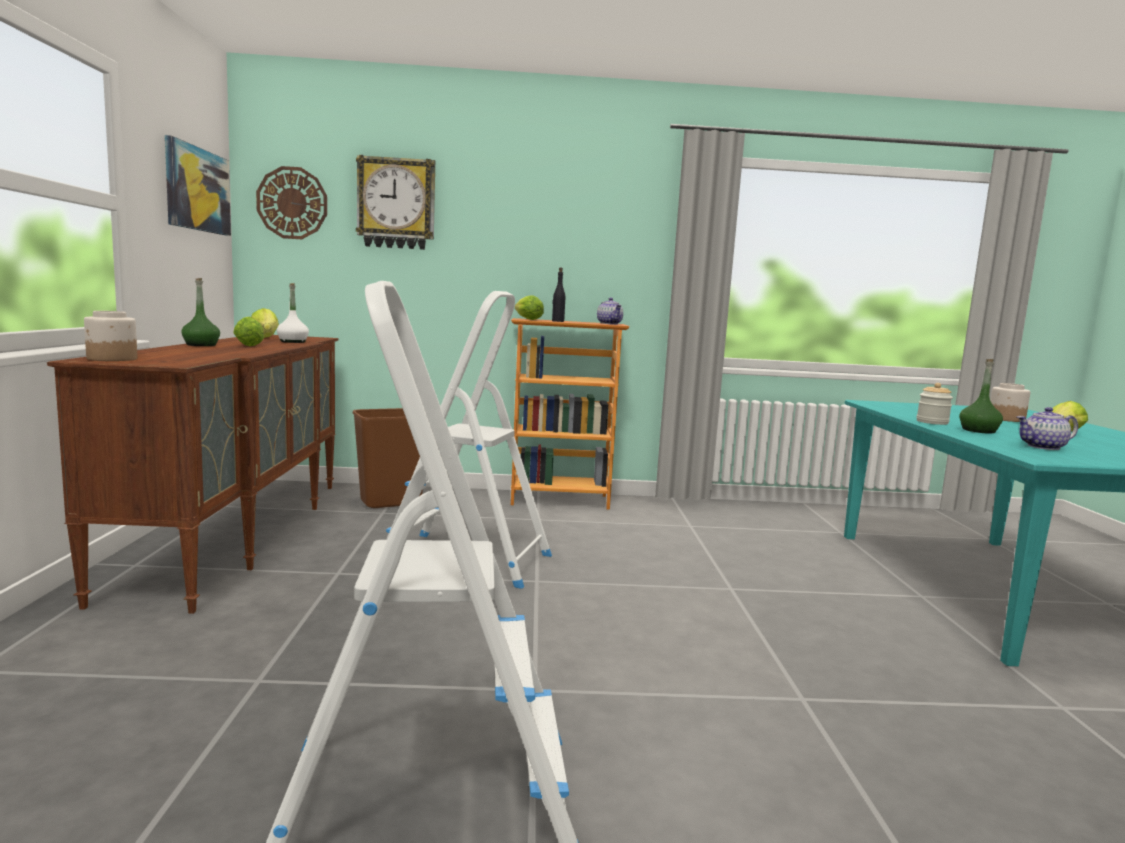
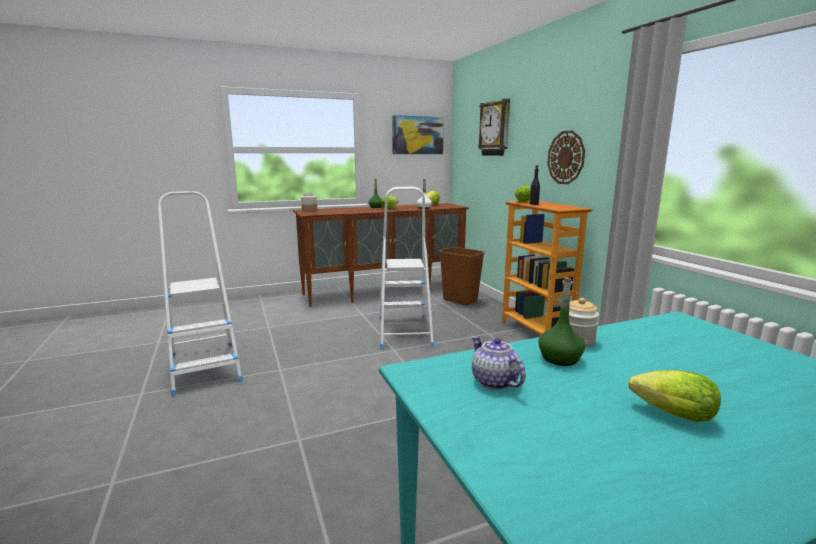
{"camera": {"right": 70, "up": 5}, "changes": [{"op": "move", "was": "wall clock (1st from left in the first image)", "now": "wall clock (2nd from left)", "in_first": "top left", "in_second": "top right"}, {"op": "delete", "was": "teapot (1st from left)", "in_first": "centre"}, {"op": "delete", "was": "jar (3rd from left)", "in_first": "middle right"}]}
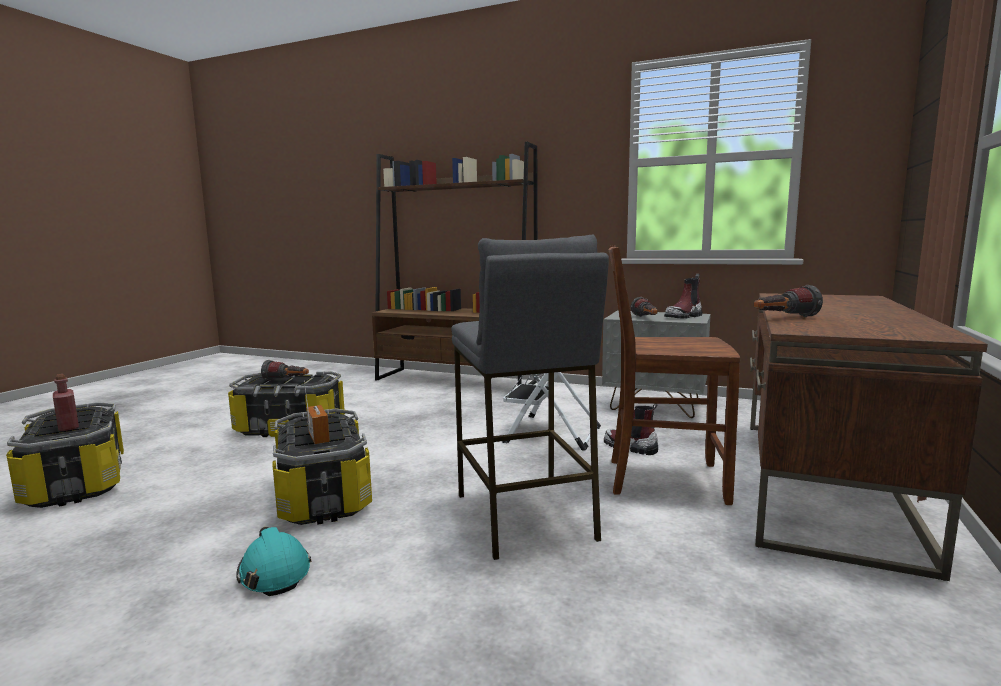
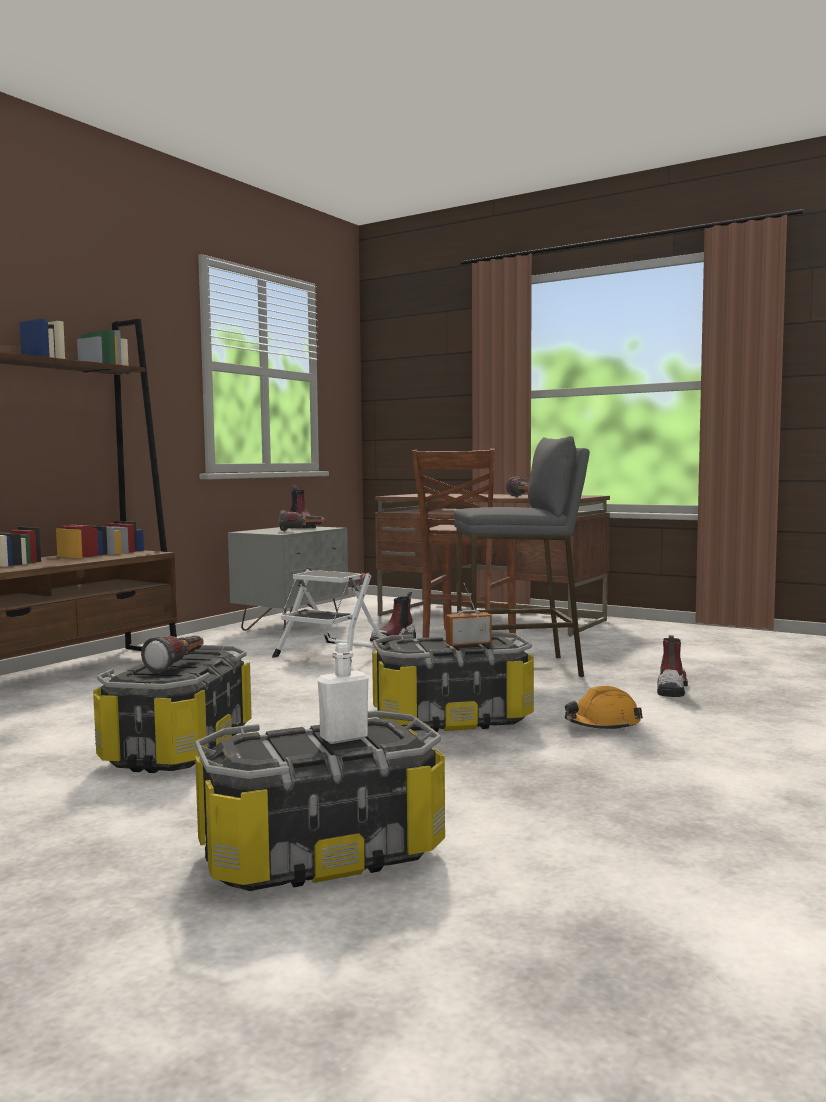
{"camera": {"right": -80, "up": -5}, "changes": [{"op": "recolor", "was": "red bottle", "now": "white bottle", "in_first": "middle left", "in_second": "centre"}, {"op": "recolor", "was": "turquoise hard hat", "now": "orange hard hat", "in_first": "bottom left", "in_second": "middle right"}, {"op": "insert", "now": "boot (3rd from left)", "in_second": "middle right"}]}
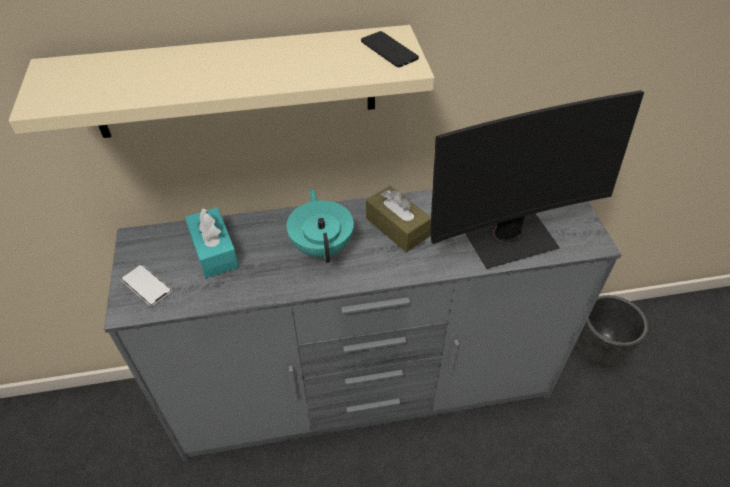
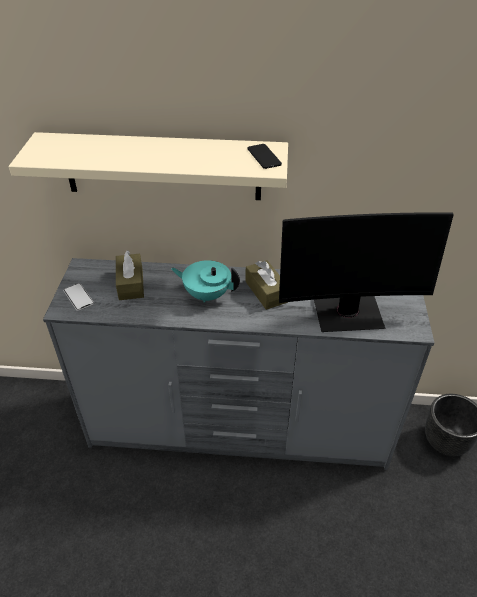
{"camera": {"right": 15, "up": -5}, "changes": [{"op": "rotate", "was": "turquoise teapot", "in_first": "centre", "in_second": "centre", "clockwise": -75}, {"op": "recolor", "was": "turquoise tissue box", "now": "brown tissue box (1st from left)", "in_first": "middle left", "in_second": "middle left"}]}
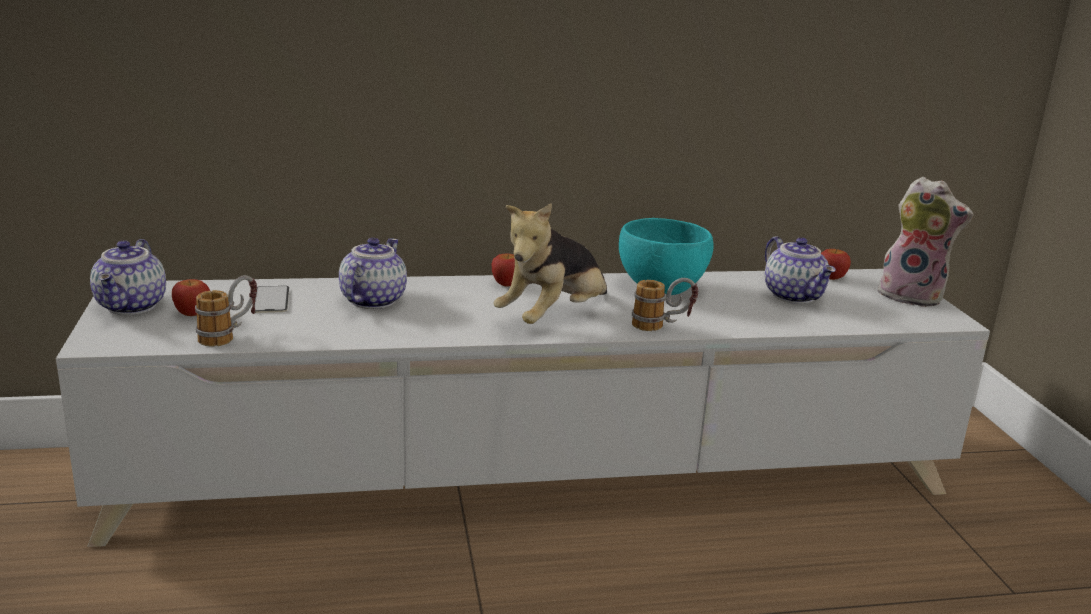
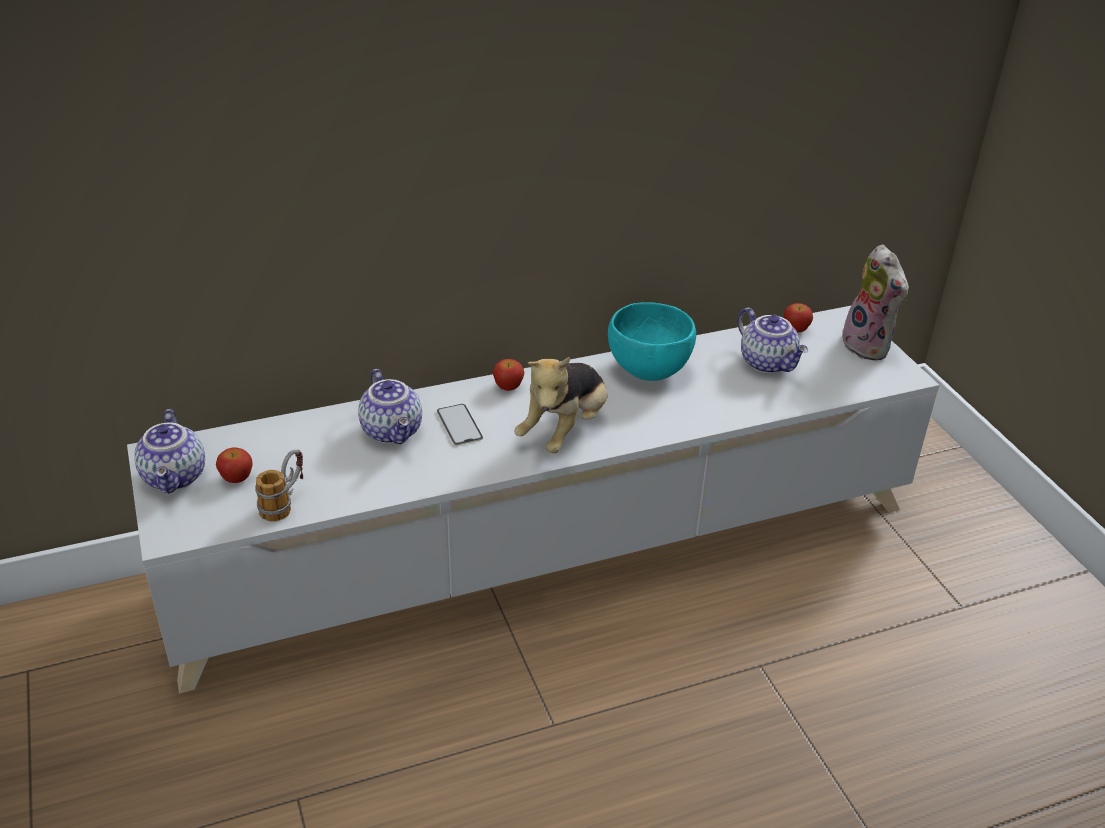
{"camera": {"right": -10, "up": 15}, "changes": [{"op": "rotate", "was": "plush toy (2nd from left)", "in_first": "middle right", "in_second": "middle right", "clockwise": 45}, {"op": "rotate", "was": "teapot (2nd from left)", "in_first": "centre", "in_second": "centre", "clockwise": 150}, {"op": "delete", "was": "mug (2nd from left)", "in_first": "centre"}, {"op": "move", "was": "phone", "in_first": "middle left", "in_second": "centre"}]}
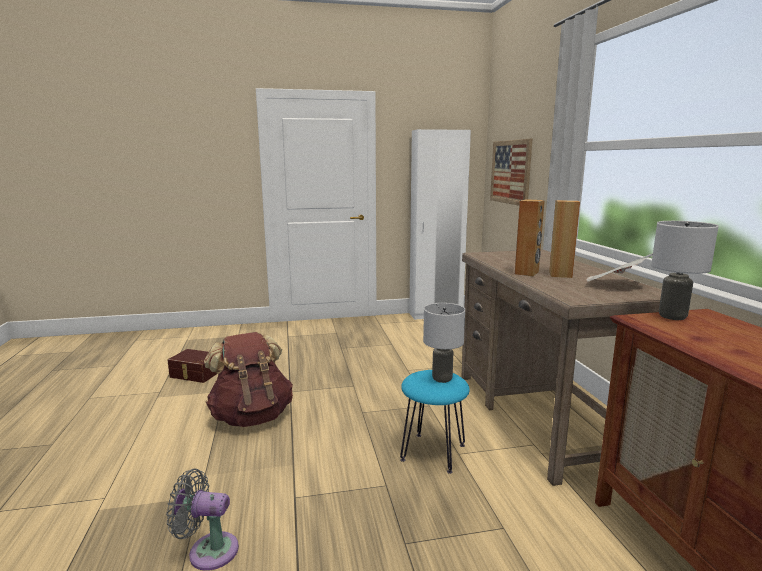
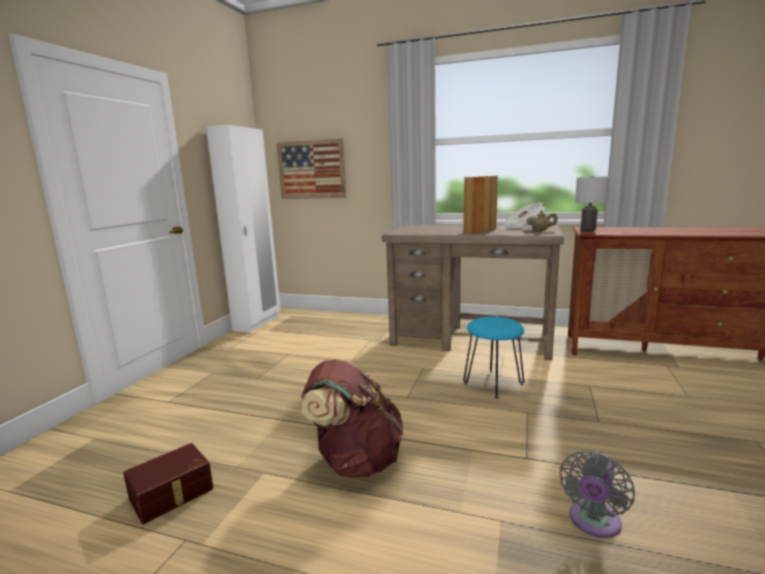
{"camera": {"right": -60, "up": 0}, "changes": [{"op": "delete", "was": "white table lamp (1st from left)", "in_first": "centre"}, {"op": "insert", "now": "beige teapot", "in_second": "middle right"}]}
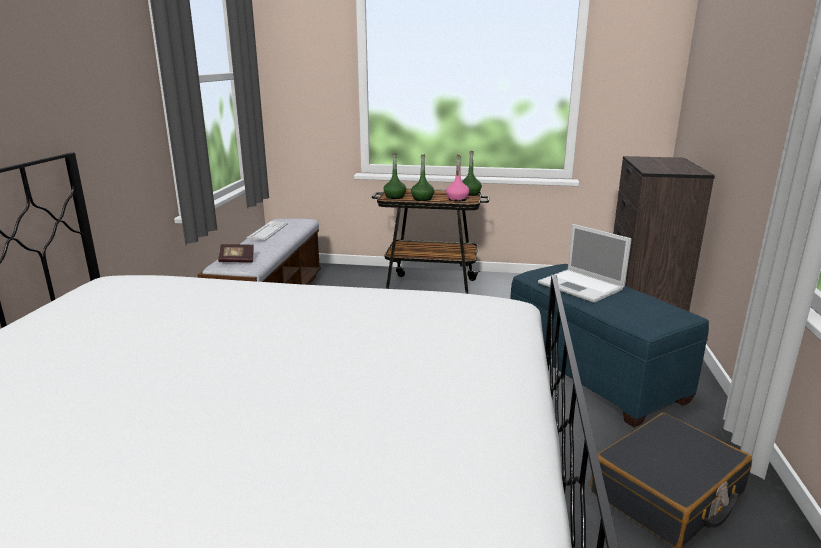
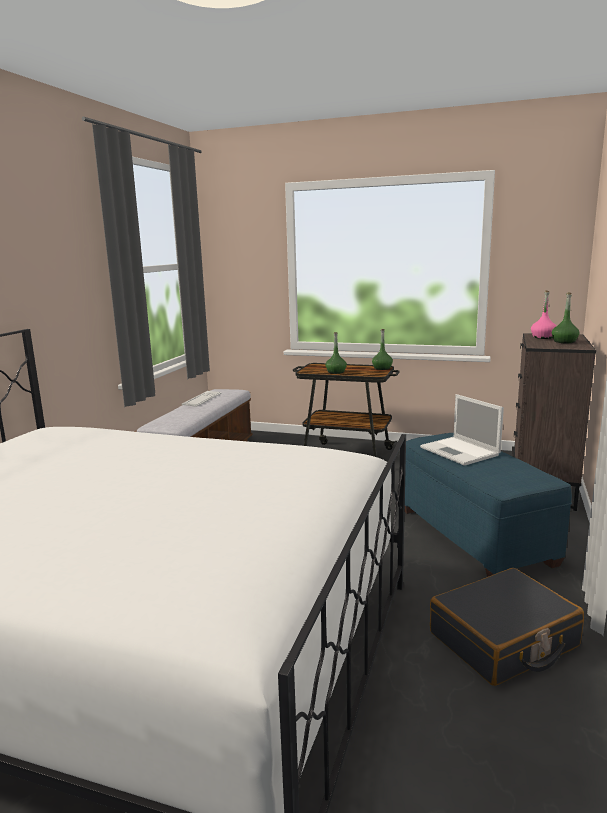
{"camera": {"right": 10, "up": -5}, "changes": [{"op": "move", "was": "green bottle (1st from left in the first image)", "now": "green bottle (3rd from left)", "in_first": "top centre", "in_second": "middle right"}, {"op": "move", "was": "pink bottle", "in_first": "top centre", "in_second": "middle right"}, {"op": "delete", "was": "book", "in_first": "middle left"}]}
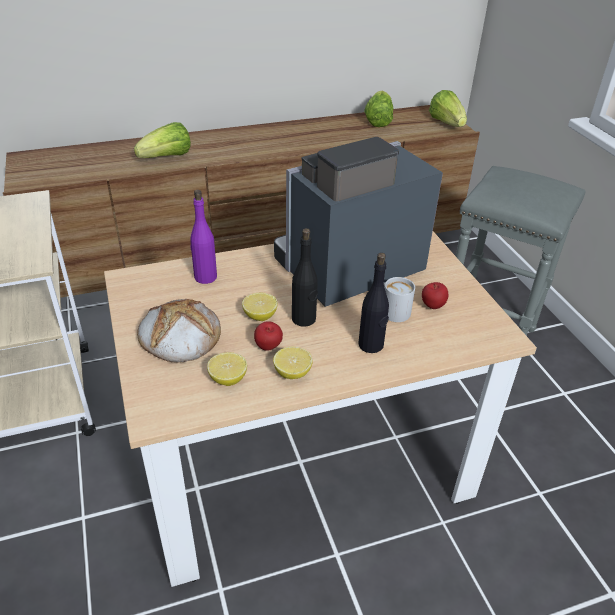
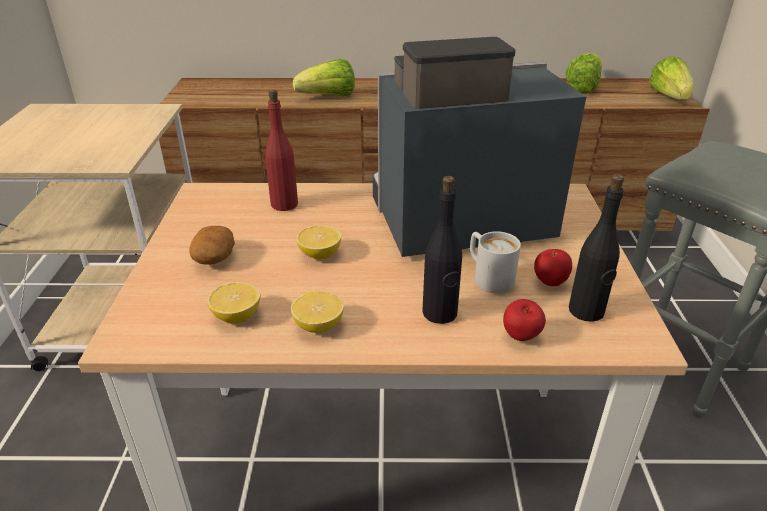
{"camera": {"right": 20, "up": -5}, "changes": [{"op": "recolor", "was": "purple bottle", "now": "red bottle", "in_first": "middle left", "in_second": "top centre"}, {"op": "move", "was": "black bottle (1st from left in the first image)", "now": "black bottle (2nd from left)", "in_first": "centre", "in_second": "middle right"}, {"op": "replace", "was": "bread", "now": "potato", "in_first": "middle left", "in_second": "middle left"}, {"op": "move", "was": "apple (1st from left)", "in_first": "centre", "in_second": "middle right"}]}
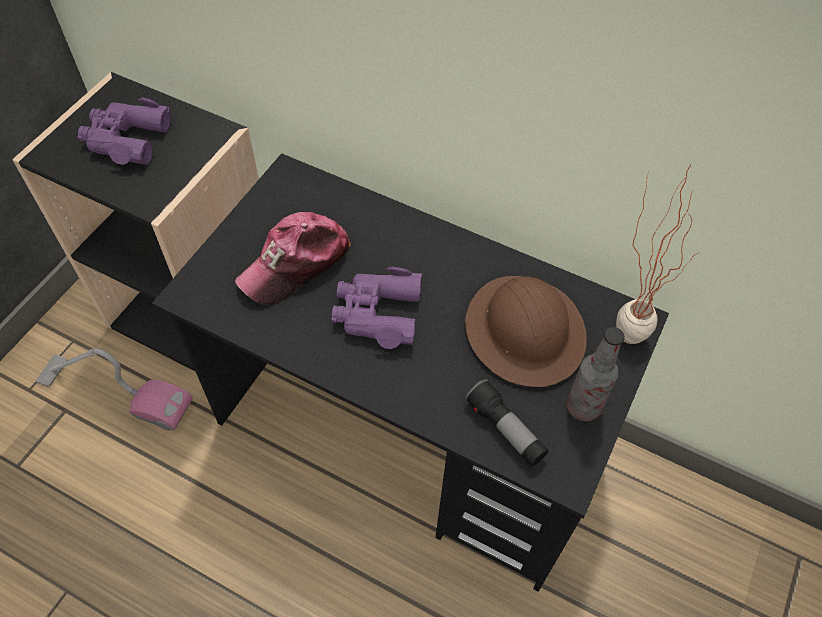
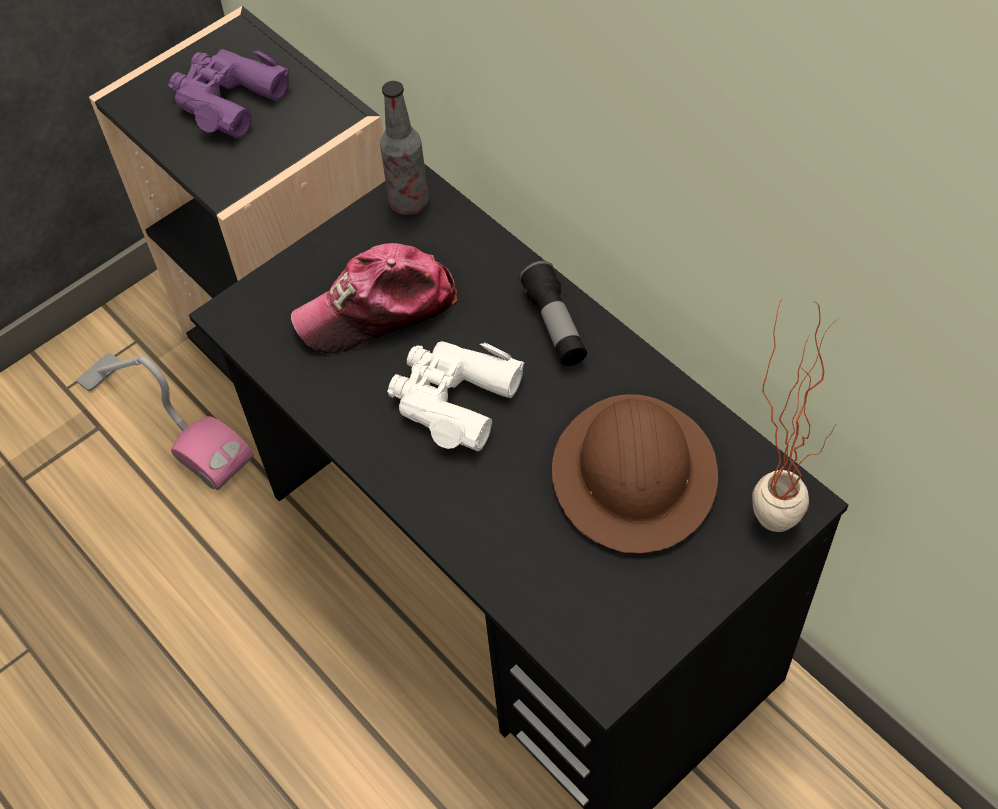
{"camera": {"right": 25, "up": 0}, "changes": [{"op": "recolor", "was": "purple binoculars (2nd from left)", "now": "white binoculars", "in_first": "centre", "in_second": "centre"}, {"op": "move", "was": "bottle", "in_first": "middle right", "in_second": "top centre"}, {"op": "move", "was": "flashlight", "in_first": "bottom centre", "in_second": "centre"}]}
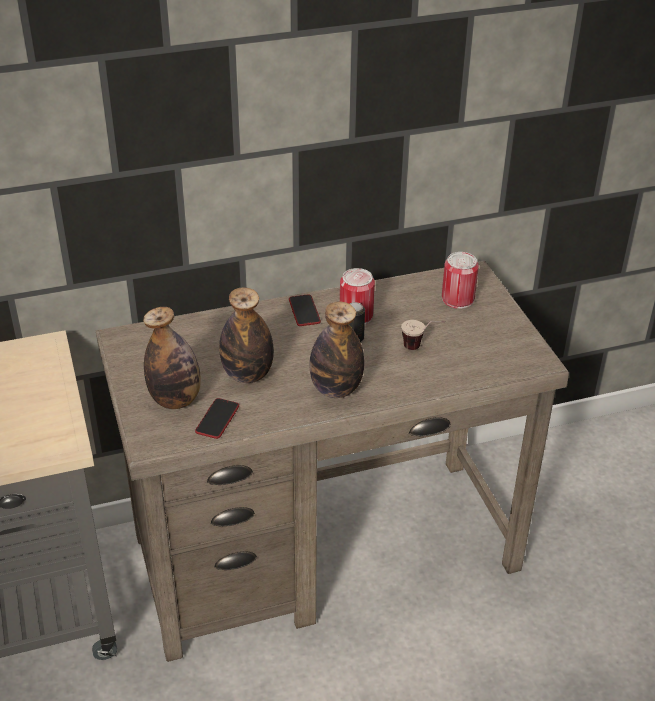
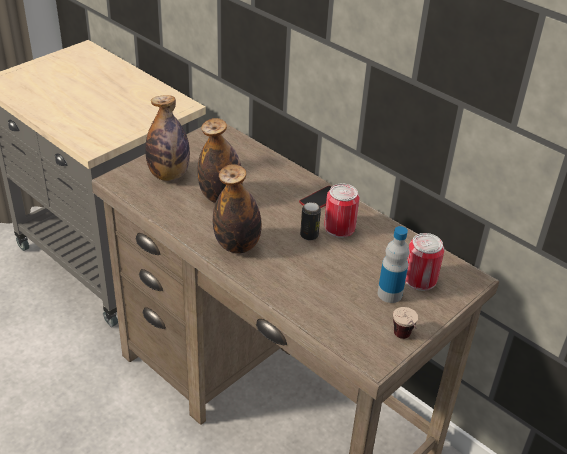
{"camera": {"right": 60, "up": 0}, "changes": [{"op": "move", "was": "cup", "in_first": "centre", "in_second": "bottom right"}, {"op": "delete", "was": "phone (1st from left)", "in_first": "middle left"}, {"op": "insert", "now": "bottle (4th from left)", "in_second": "middle right"}]}
